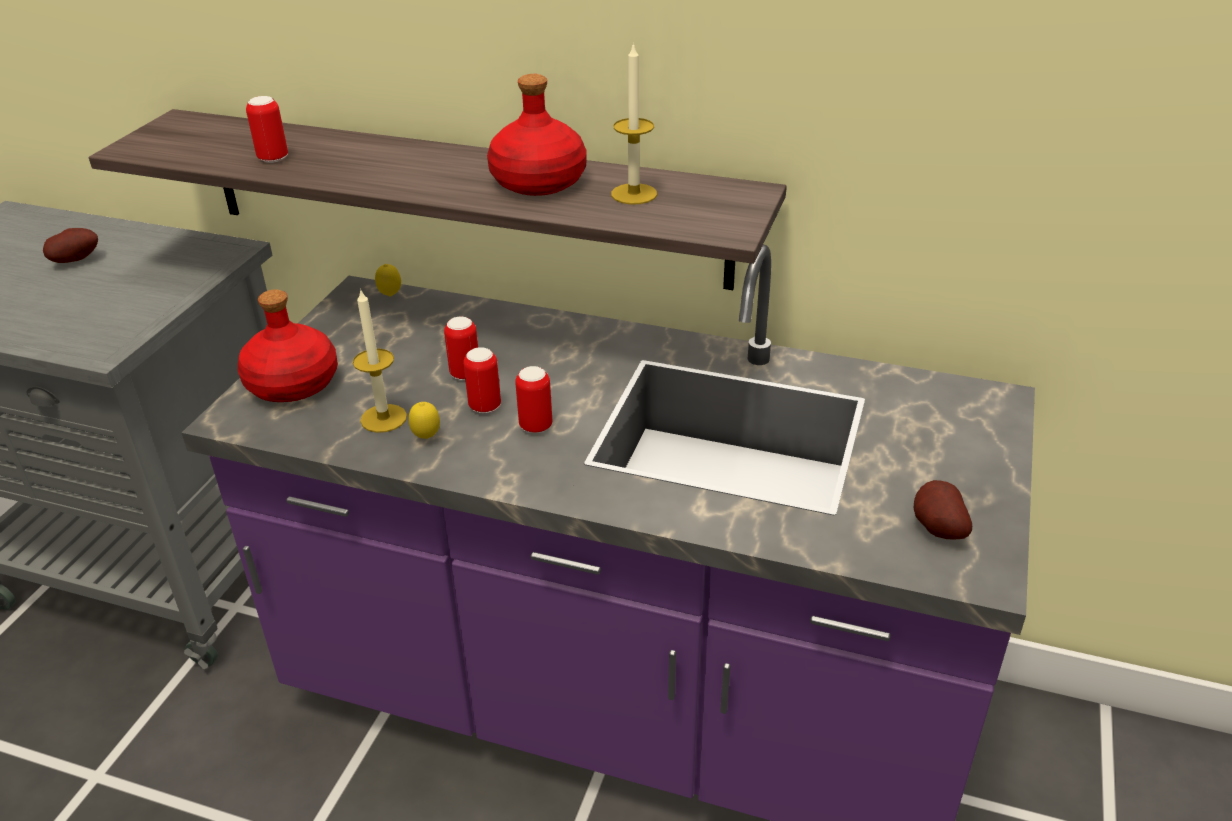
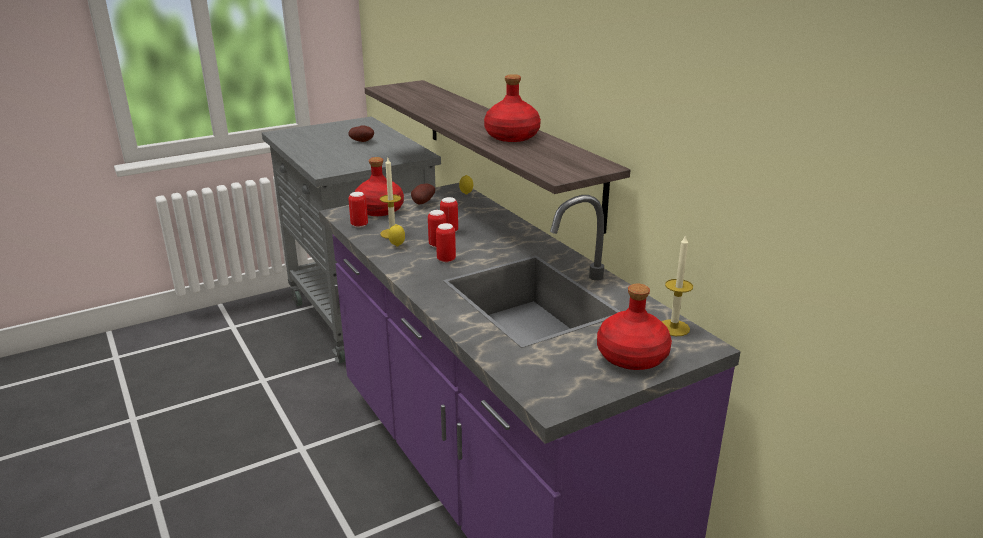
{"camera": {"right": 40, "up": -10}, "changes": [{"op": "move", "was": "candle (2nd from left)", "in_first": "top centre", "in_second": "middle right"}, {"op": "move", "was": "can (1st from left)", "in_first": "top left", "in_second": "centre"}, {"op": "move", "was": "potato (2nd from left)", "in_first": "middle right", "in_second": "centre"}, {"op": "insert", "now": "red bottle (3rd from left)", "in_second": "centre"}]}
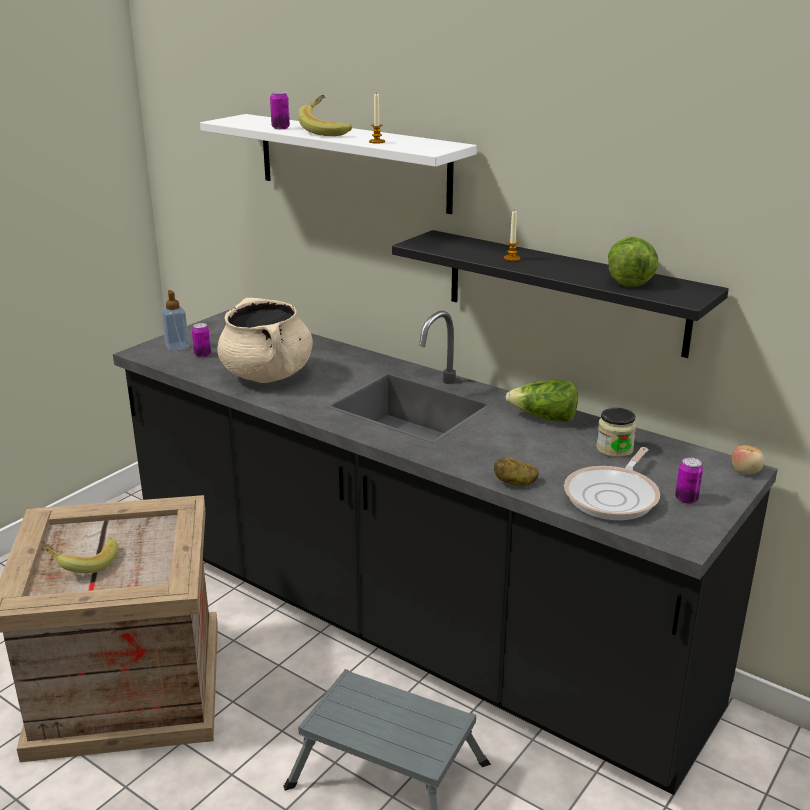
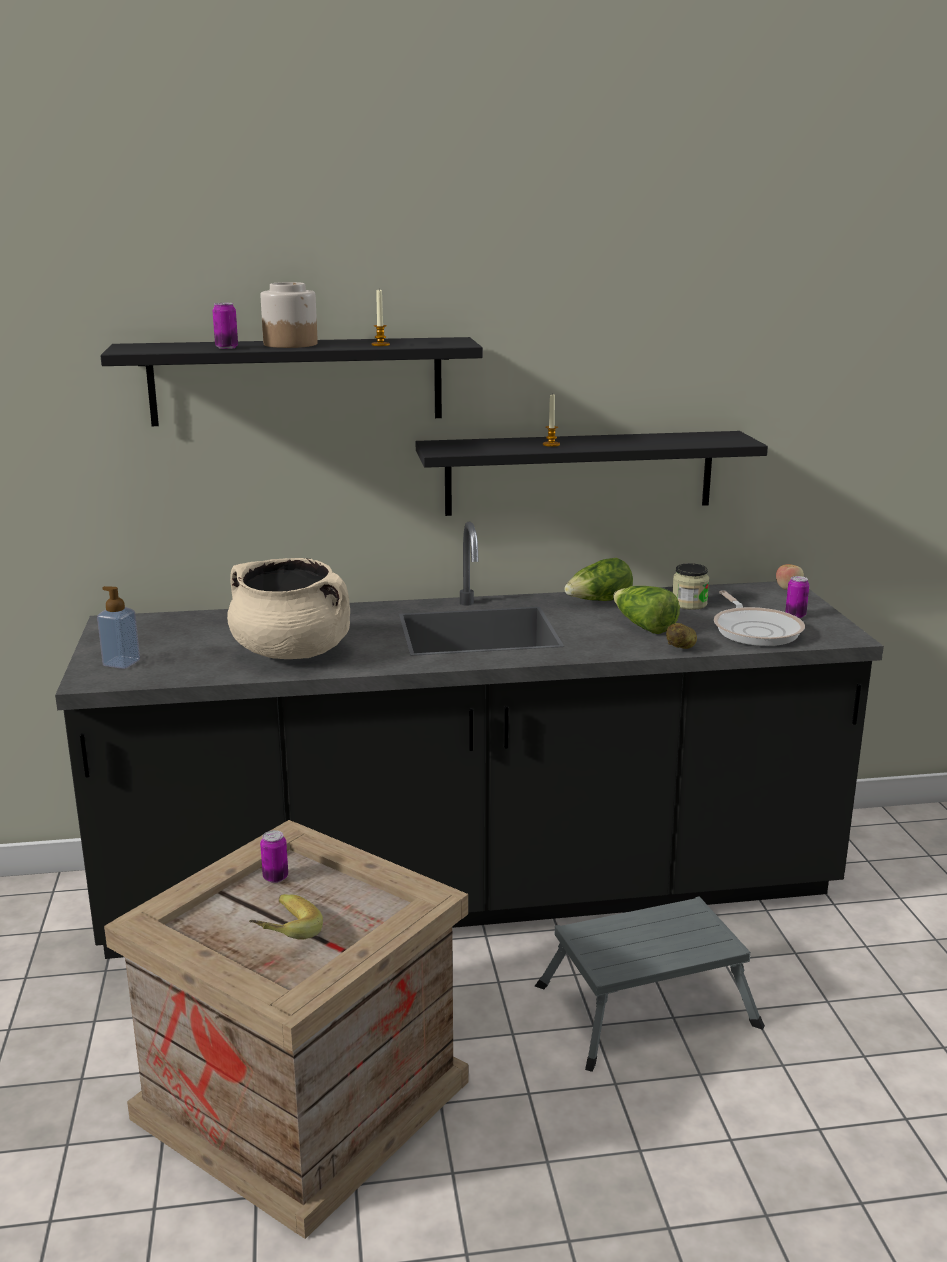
{"camera": {"right": -45, "up": -5}, "changes": [{"op": "replace", "was": "banana (2nd from left)", "now": "jar (1st from left)", "in_first": "top centre", "in_second": "top left"}, {"op": "recolor", "was": "white shelf", "now": "black shelf (1st from left)", "in_first": "top centre", "in_second": "top left"}, {"op": "move", "was": "lettuce (2nd from left)", "in_first": "top right", "in_second": "middle right"}, {"op": "move", "was": "can (1st from left in the first image)", "now": "can (2nd from left)", "in_first": "middle left", "in_second": "bottom left"}]}
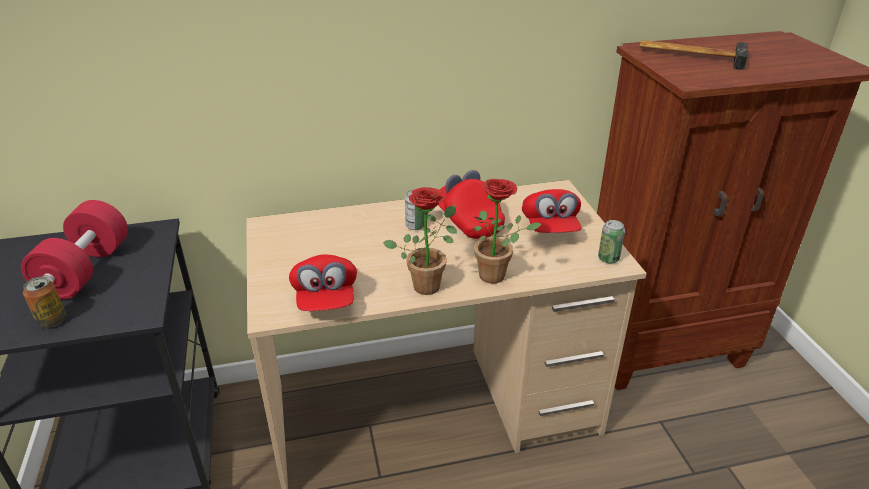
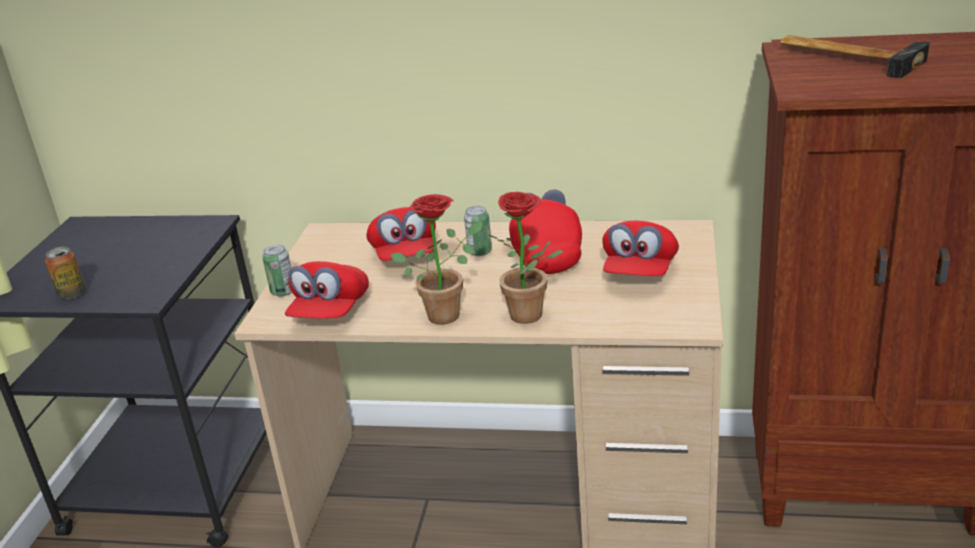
{"camera": {"right": 25, "up": -5}, "changes": [{"op": "delete", "was": "red dumbbell", "in_first": "middle left"}, {"op": "move", "was": "can (3rd from left in the first image)", "now": "can (2nd from left)", "in_first": "middle right", "in_second": "middle left"}, {"op": "insert", "now": "red cap (2nd from left)", "in_second": "centre"}]}
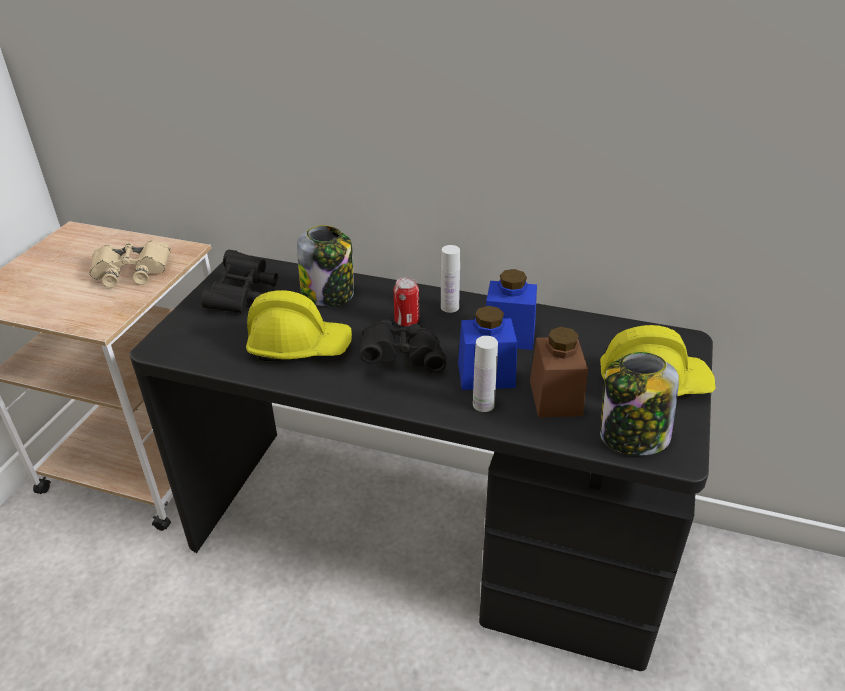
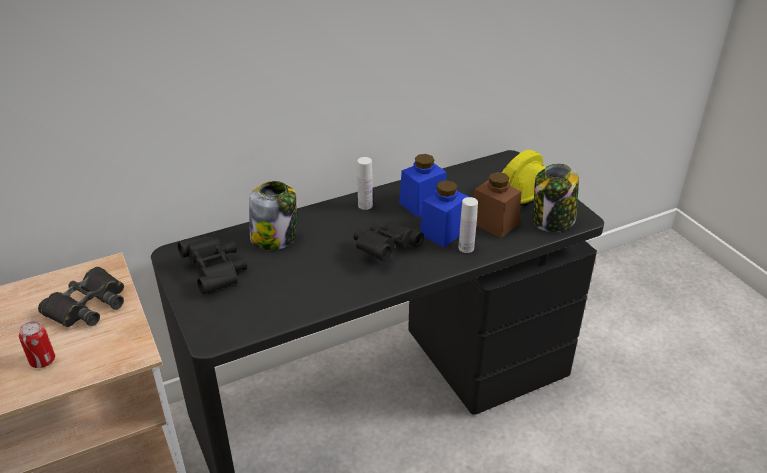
{"camera": {"right": -45, "up": 0}, "changes": [{"op": "recolor", "was": "beige binoculars", "now": "black binoculars (1st from left)", "in_first": "middle left", "in_second": "middle left"}, {"op": "move", "was": "can", "in_first": "centre", "in_second": "bottom left"}, {"op": "delete", "was": "yellow hard hat (1st from left)", "in_first": "centre"}]}
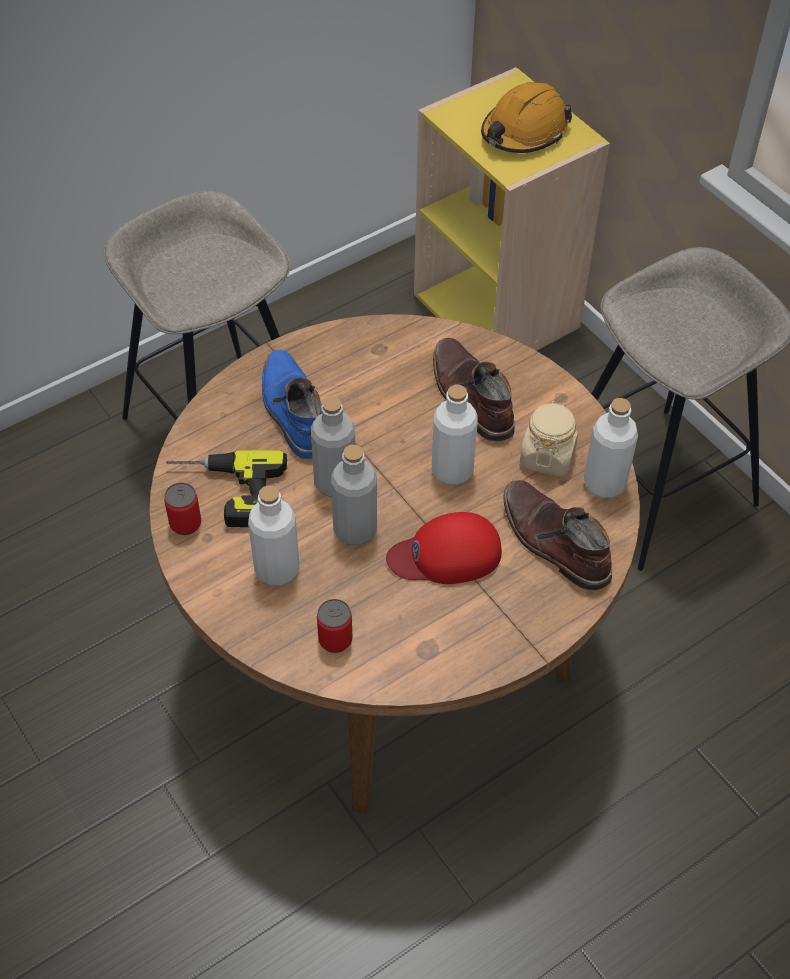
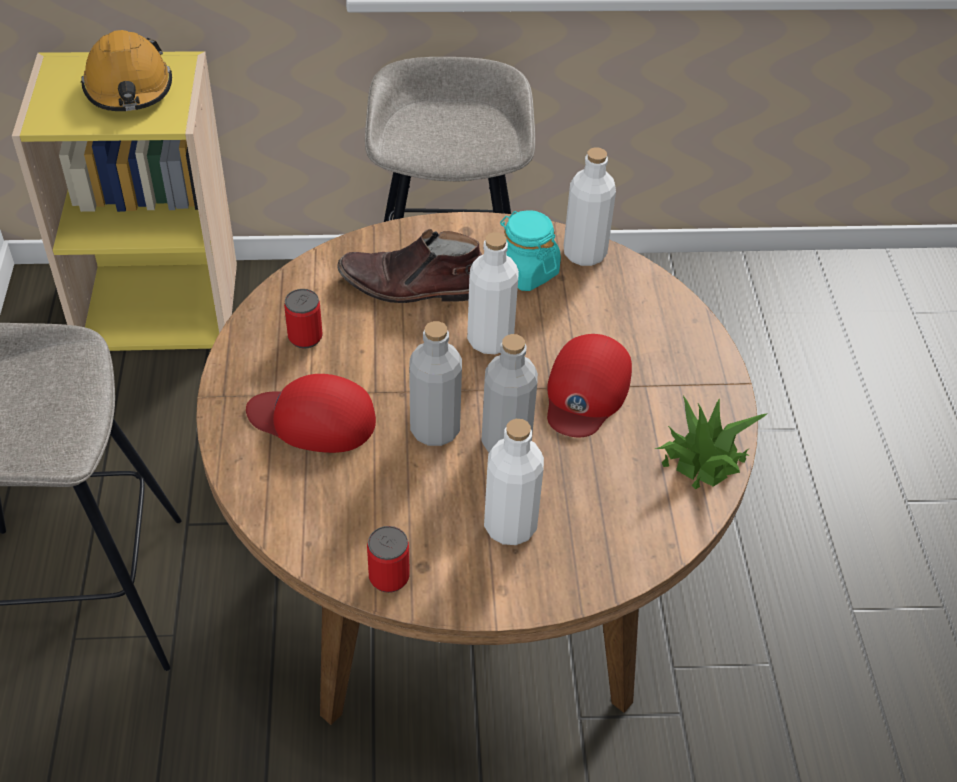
{"camera": {"right": -60, "up": -5}, "changes": [{"op": "replace", "was": "blue boot", "now": "red cap (1st from left)", "in_first": "centre", "in_second": "middle left"}, {"op": "recolor", "was": "beige jar", "now": "turquoise jar", "in_first": "middle right", "in_second": "top centre"}, {"op": "delete", "was": "power drill", "in_first": "middle left"}, {"op": "delete", "was": "brown boot (2nd from left)", "in_first": "middle right"}, {"op": "move", "was": "can (2nd from left in the first image)", "now": "can (1st from left)", "in_first": "centre", "in_second": "middle left"}, {"op": "insert", "now": "potted plant", "in_second": "middle right"}]}
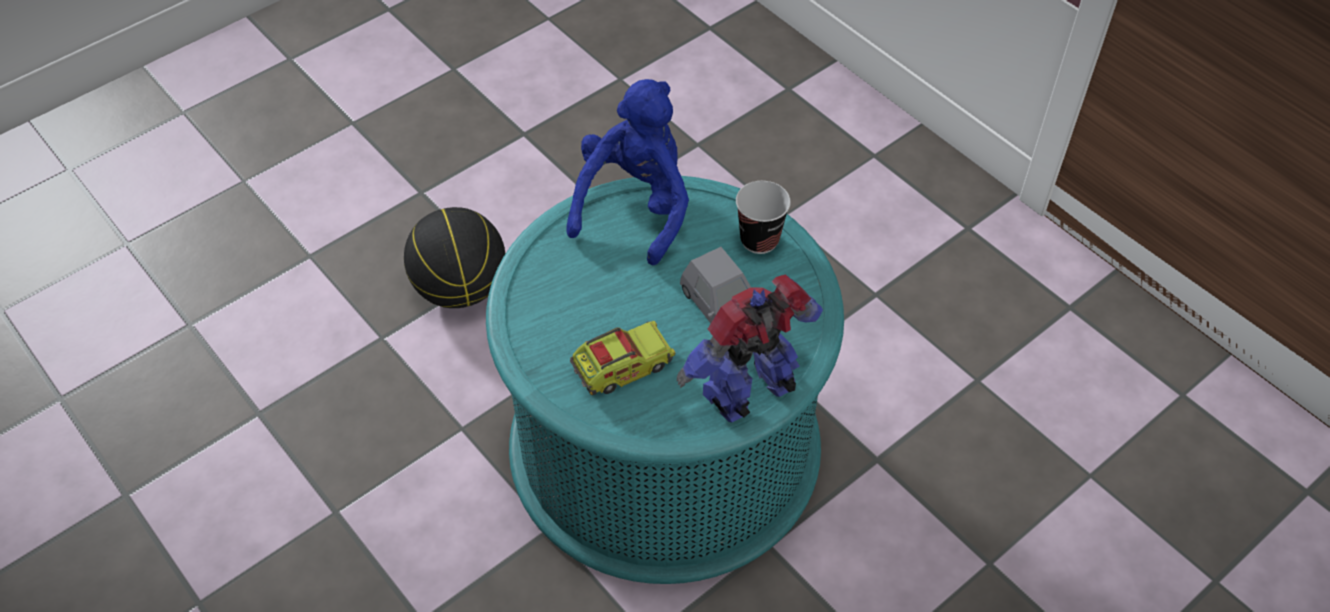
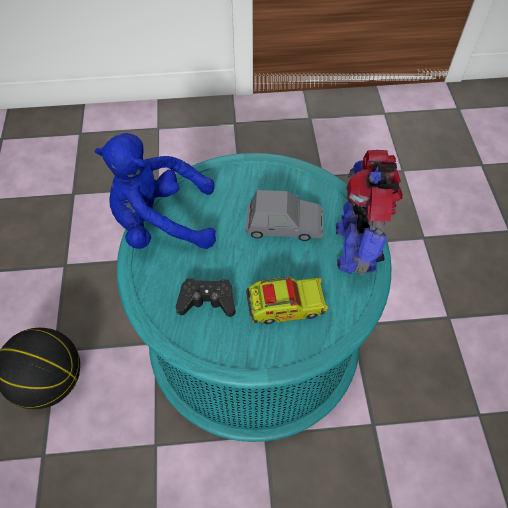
{"camera": {"right": -55, "up": 5}, "changes": [{"op": "rotate", "was": "blue plush toy", "in_first": "top centre", "in_second": "middle left", "clockwise": -60}, {"op": "delete", "was": "cup", "in_first": "centre"}, {"op": "rotate", "was": "toy truck", "in_first": "centre", "in_second": "centre", "clockwise": 75}, {"op": "insert", "now": "black game controller", "in_second": "centre"}]}
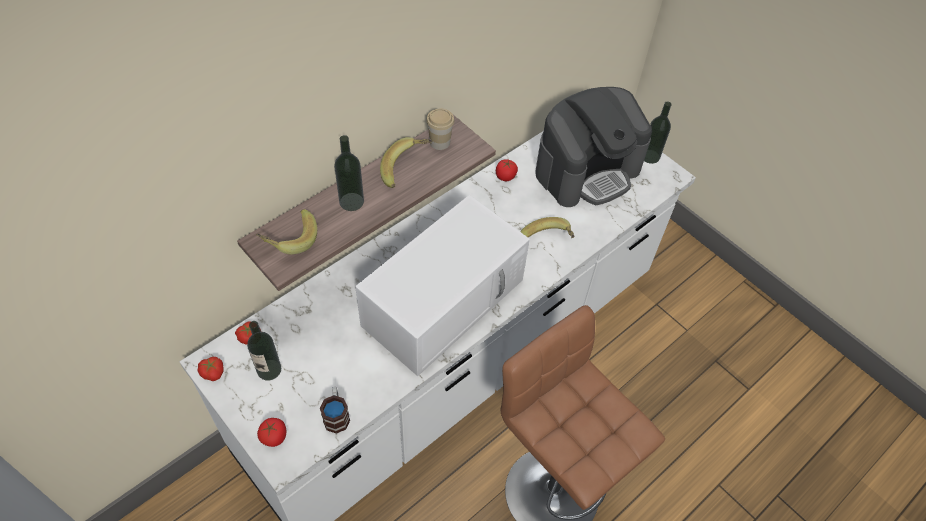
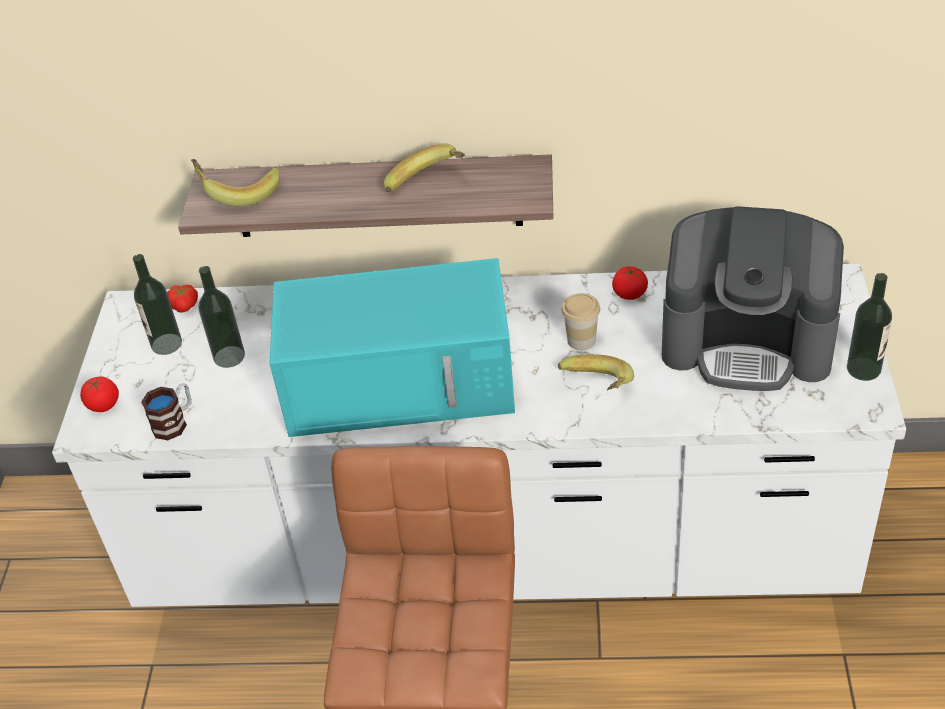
{"camera": {"right": 50, "up": -10}, "changes": [{"op": "move", "was": "cup", "in_first": "top centre", "in_second": "centre"}, {"op": "move", "was": "bottle (2nd from left)", "in_first": "top centre", "in_second": "middle left"}, {"op": "recolor", "was": "white microwave", "now": "turquoise microwave", "in_first": "centre", "in_second": "centre"}, {"op": "delete", "was": "tomato (1st from left)", "in_first": "bottom left"}]}
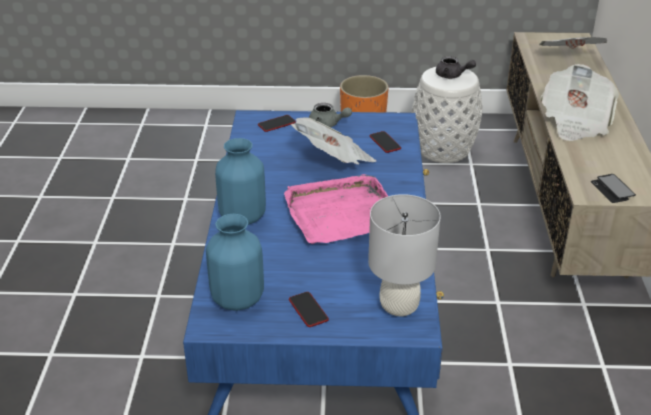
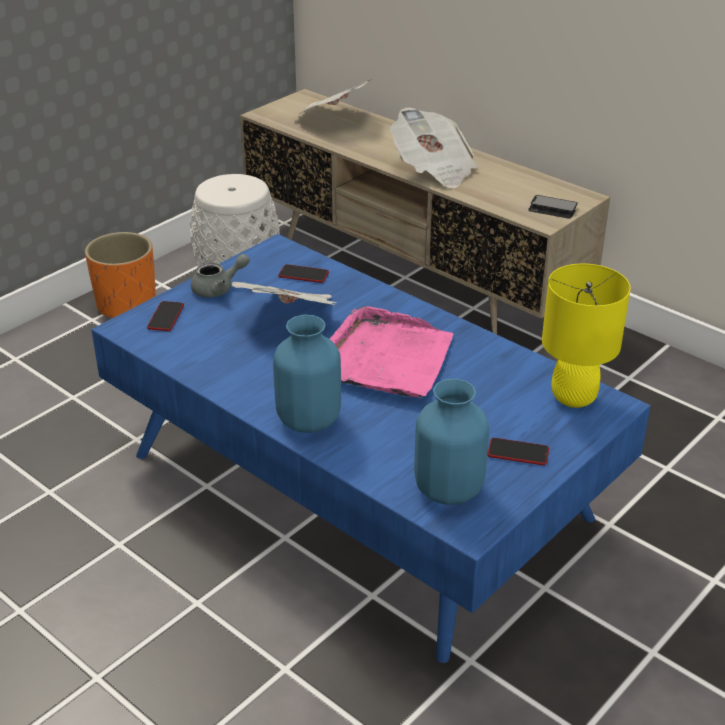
{"camera": {"right": -50, "up": 0}, "changes": [{"op": "delete", "was": "grey teapot (2nd from left)", "in_first": "top right"}, {"op": "recolor", "was": "grey table lamp", "now": "yellow table lamp", "in_first": "centre", "in_second": "middle right"}]}
